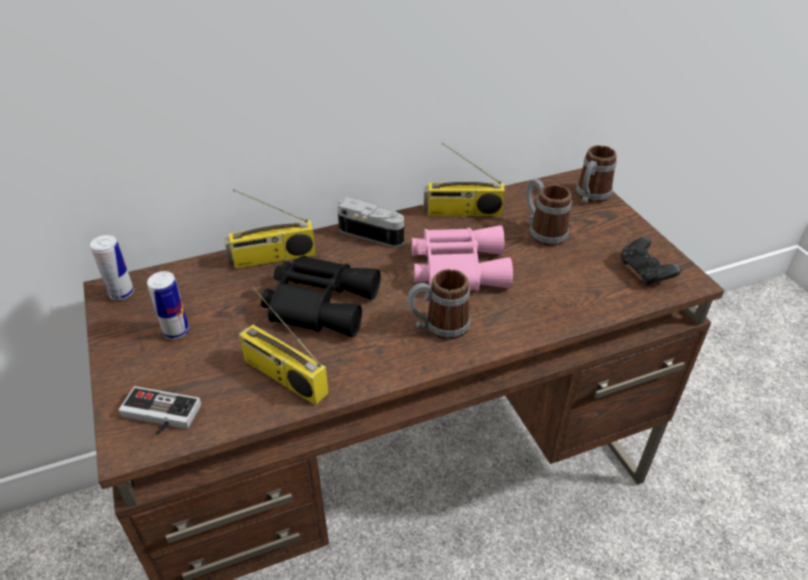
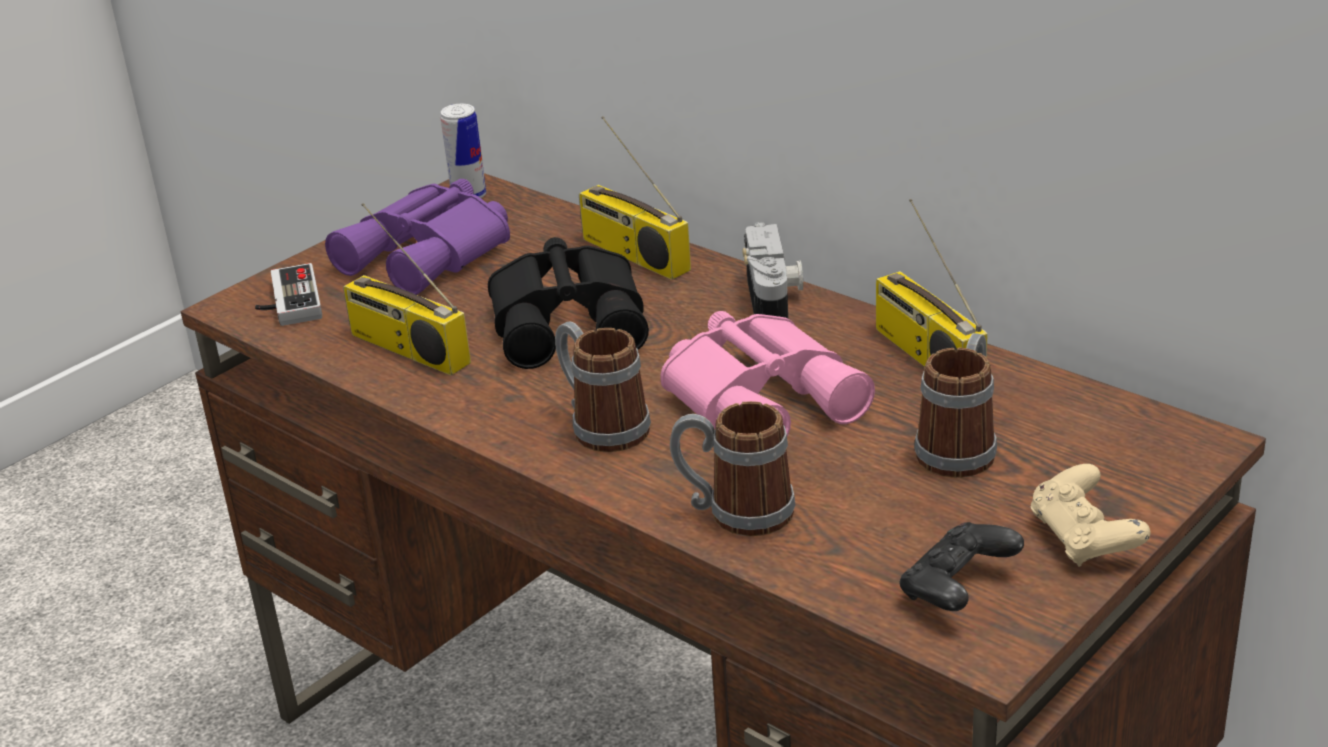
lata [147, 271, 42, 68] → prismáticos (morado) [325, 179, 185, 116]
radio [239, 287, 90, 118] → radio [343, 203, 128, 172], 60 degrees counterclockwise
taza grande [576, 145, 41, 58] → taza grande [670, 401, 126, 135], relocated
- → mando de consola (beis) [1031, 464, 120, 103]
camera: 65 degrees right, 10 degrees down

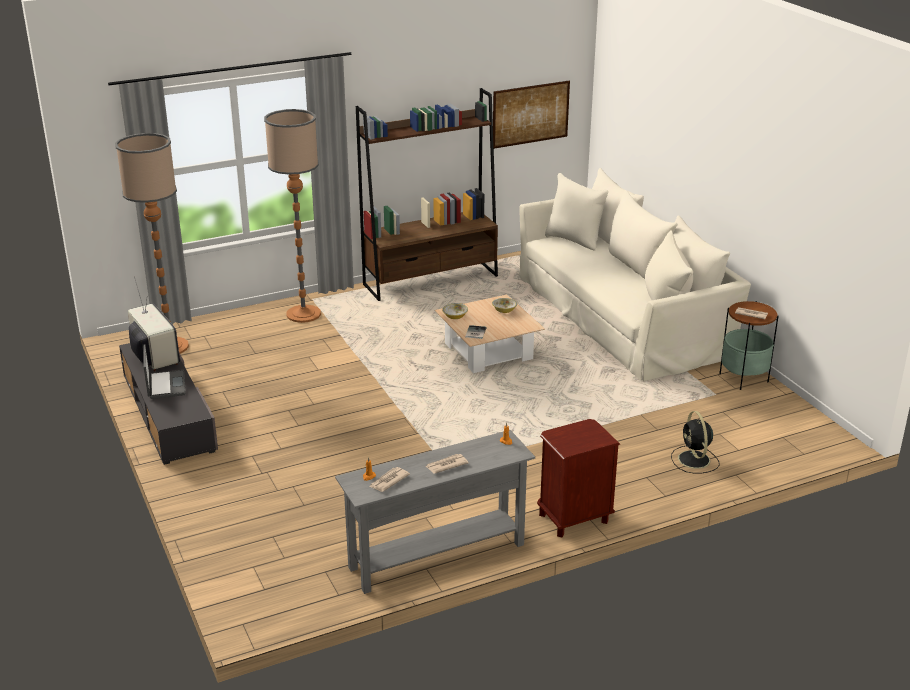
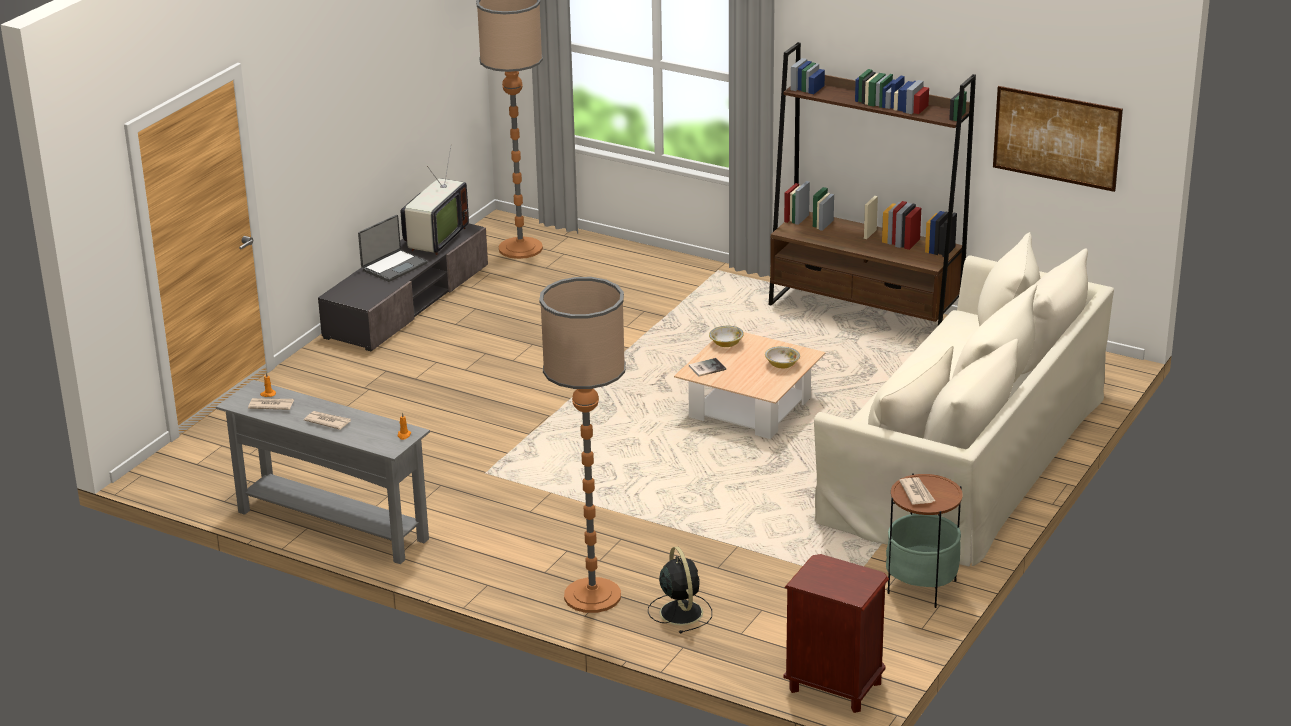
lámpara de pie [264, 109, 57, 214] → lámpara de pie [539, 277, 87, 336], relocated
ventilador (negro) [671, 411, 49, 63] → ventilador (negro) [648, 547, 64, 87], 120 degrees clockwise
mesita de noche (marrón) [537, 419, 83, 119] → mesita de noche (marrón) [783, 554, 106, 159], relocated
camera: 55 degrees right, 0 degrees up

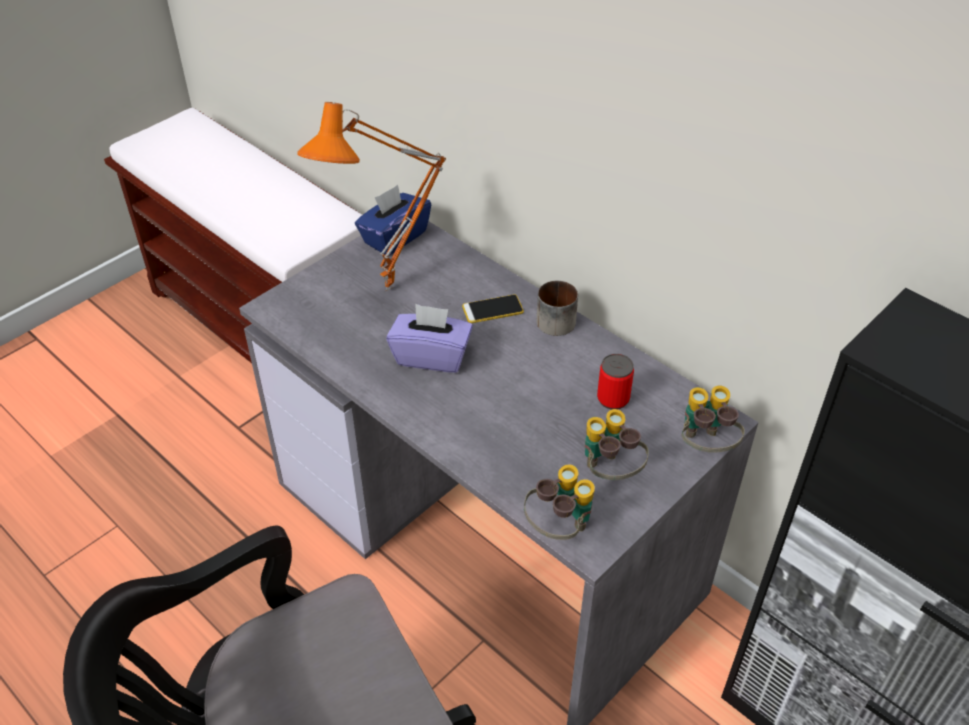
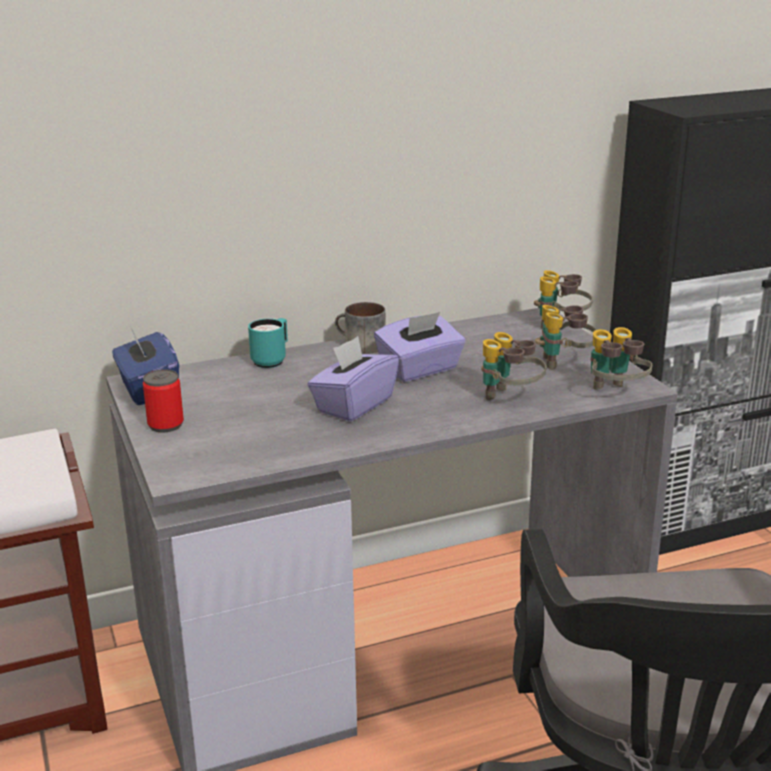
lata [597, 354, 37, 56] → lata [143, 369, 41, 63], relocated
- → taza grande (turquesa) [248, 318, 40, 50]
- → caja de pañuelos (morado) [374, 312, 92, 70]
- → prismáticos [481, 332, 65, 69]
lámpara de mesa (naranja) [297, 102, 149, 189] → -
móvil [462, 295, 62, 28] → -
camera: 65 degrees left, 20 degrees down

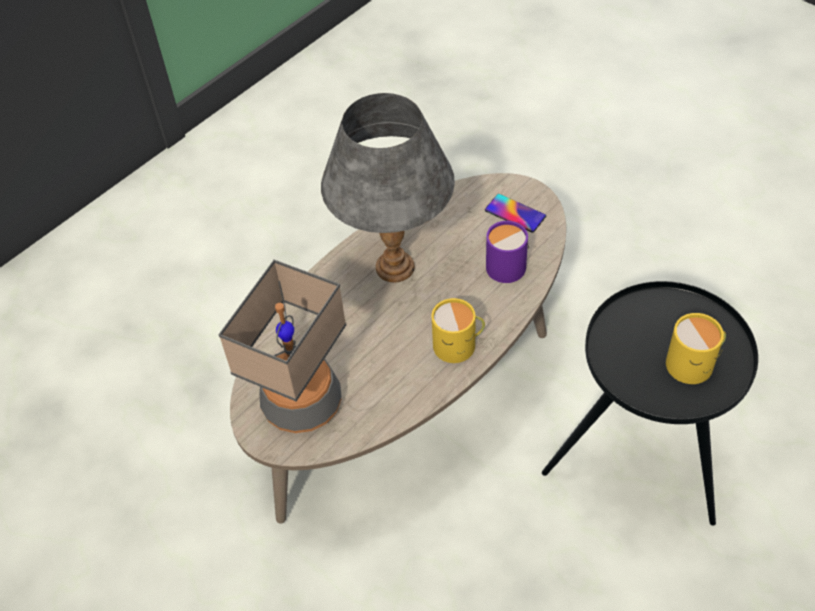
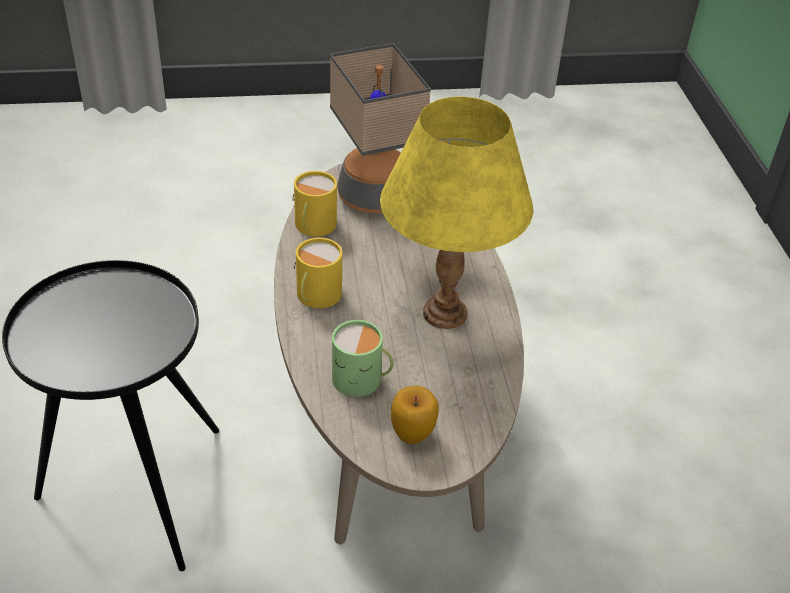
taza grande (amarillo) [666, 313, 60, 71] → taza grande (amarillo) [292, 171, 45, 66], relocated
taza grande (morado) [486, 221, 43, 62] → taza grande (verde) [332, 320, 62, 77]
lámpara de mesa (gris) [321, 93, 134, 190] → lámpara de mesa (amarillo) [380, 97, 153, 232]
móvil [485, 194, 61, 38] → manzana [391, 386, 48, 58]
camera: 125 degrees right, 10 degrees down

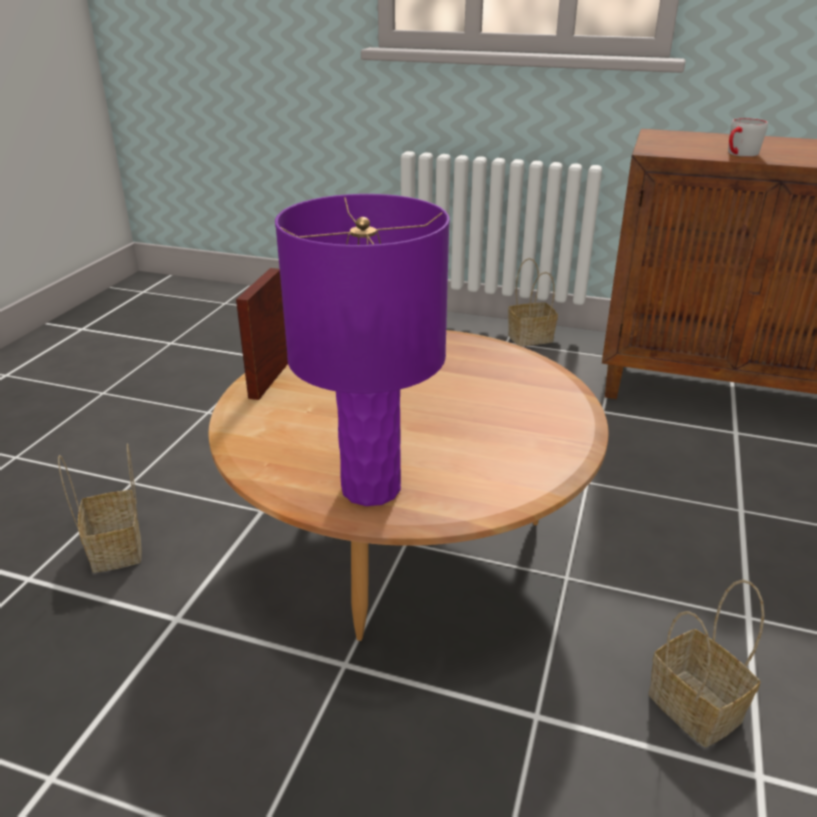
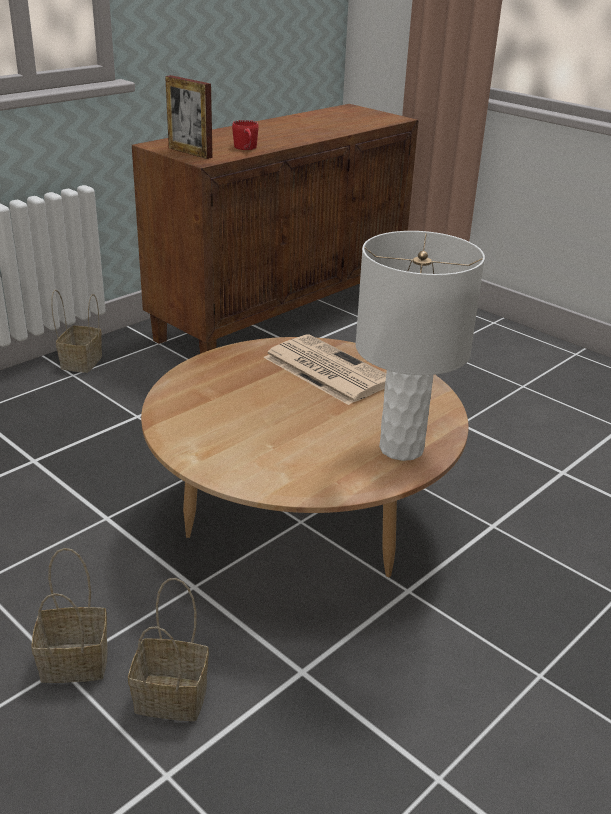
cesta [648, 579, 117, 168] → cesta [31, 548, 77, 135], relocated
portarretratos [236, 268, 52, 132] → portarretratos [165, 75, 48, 84], relocated
taza grande (gris) [728, 118, 40, 39] → taza grande (rojo) [232, 120, 27, 30]
- → periódico [263, 335, 123, 70]
lámpara de mesa (morado) [275, 194, 175, 312] → lámpara de mesa (blanco) [355, 231, 130, 230]
camera: 65 degrees left, 0 degrees up

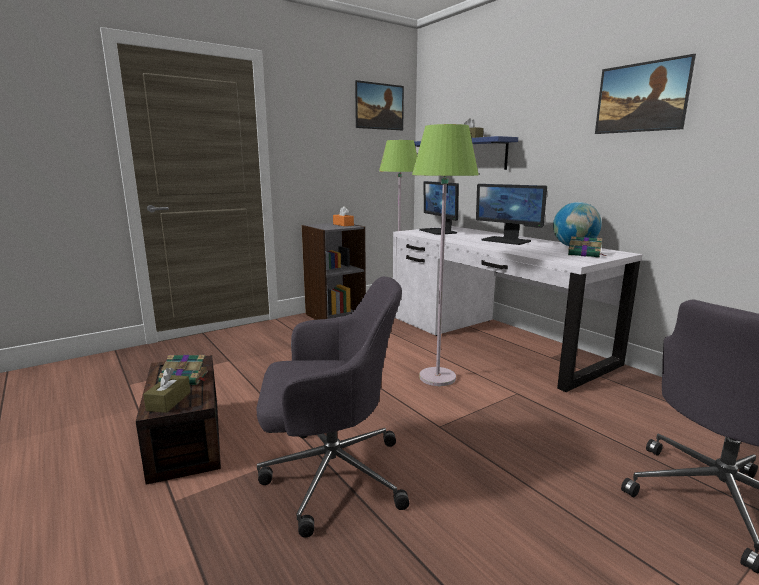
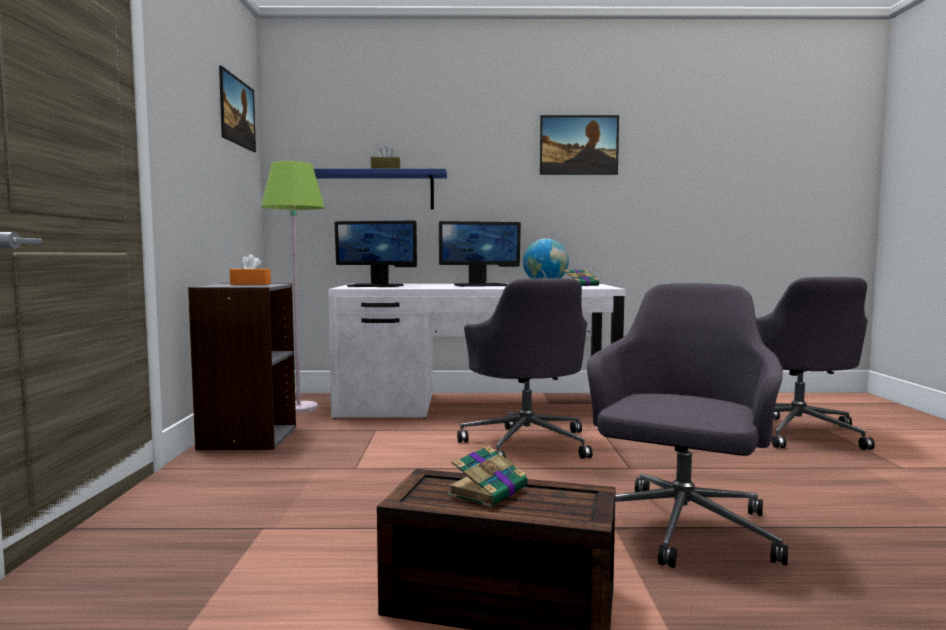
lámpara de pie (verde) [412, 124, 67, 262] → silla de oficina (gris) [457, 278, 136, 181]
caja de pañuelos (marrón) [143, 368, 48, 45] → -
camera: 55 degrees left, 10 degrees down

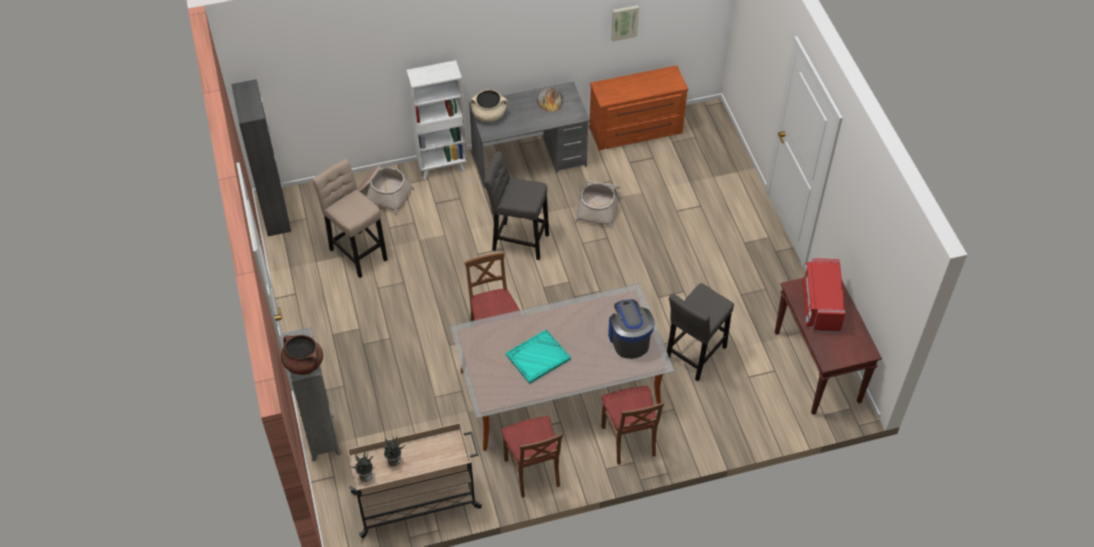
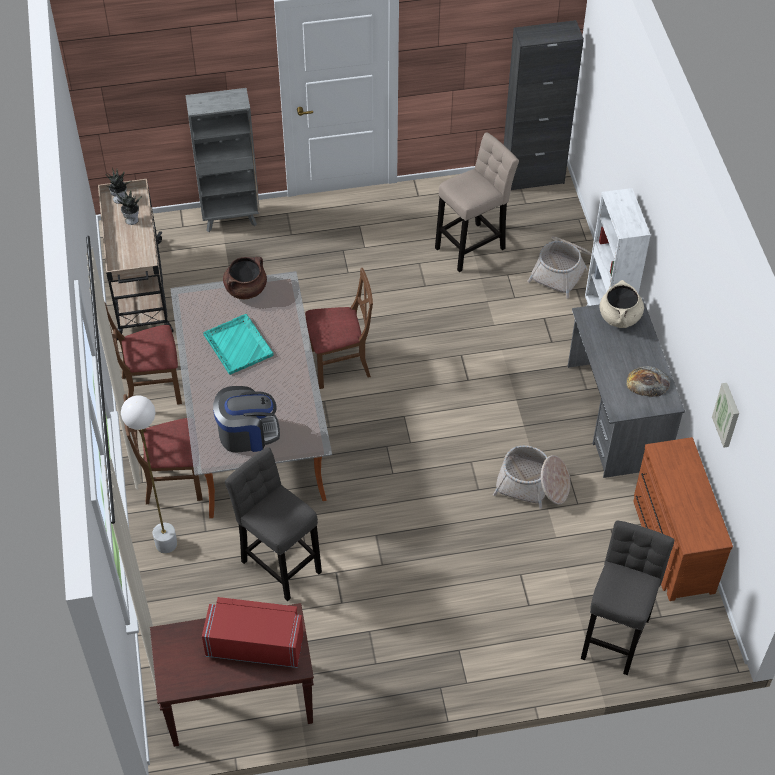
- → lámpara de pie (blanco) [121, 395, 56, 158]
olla (marrón) [281, 335, 42, 40] → olla (marrón) [223, 257, 44, 42], relocated
taburete (gris) [484, 151, 65, 109] → taburete (gris) [581, 520, 93, 155], relocated
camera: 95 degrees right, 0 degrees up

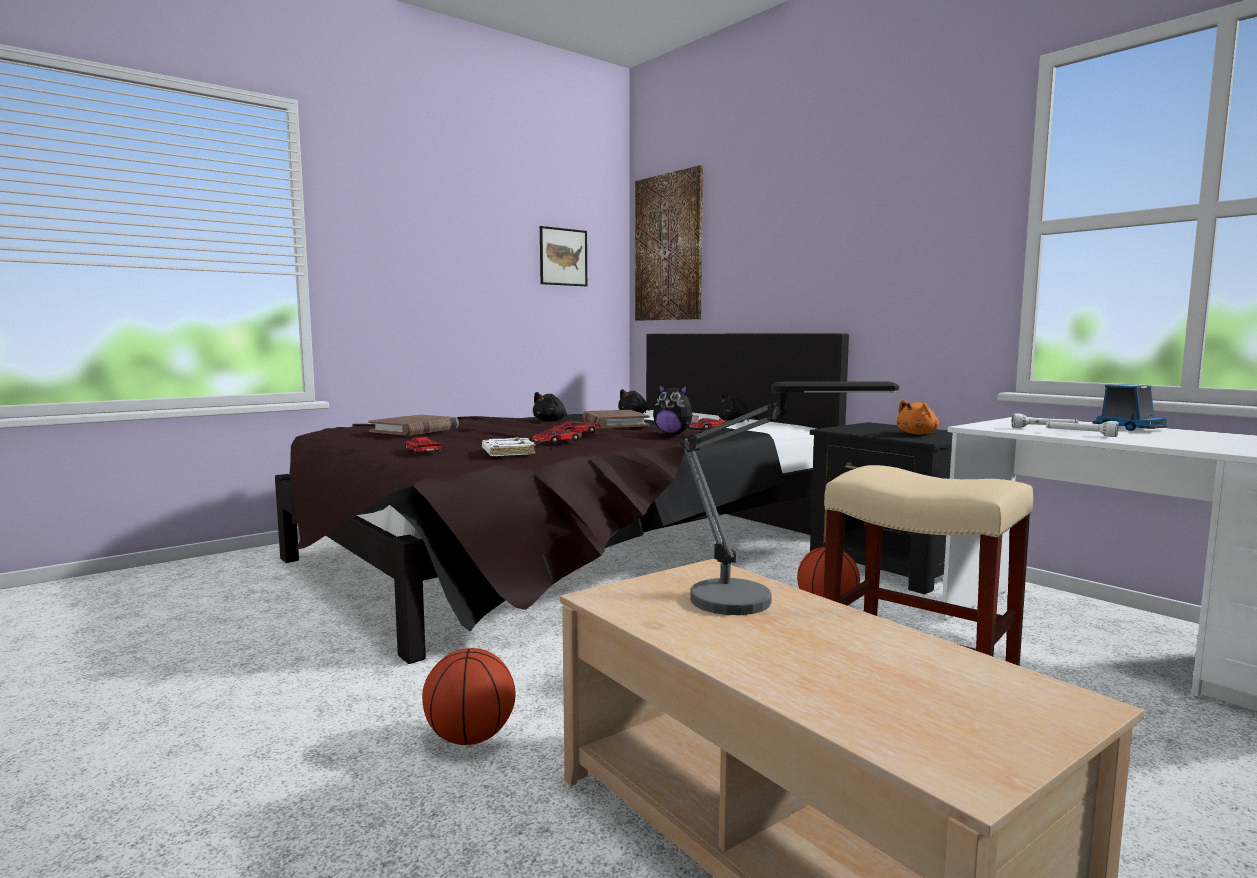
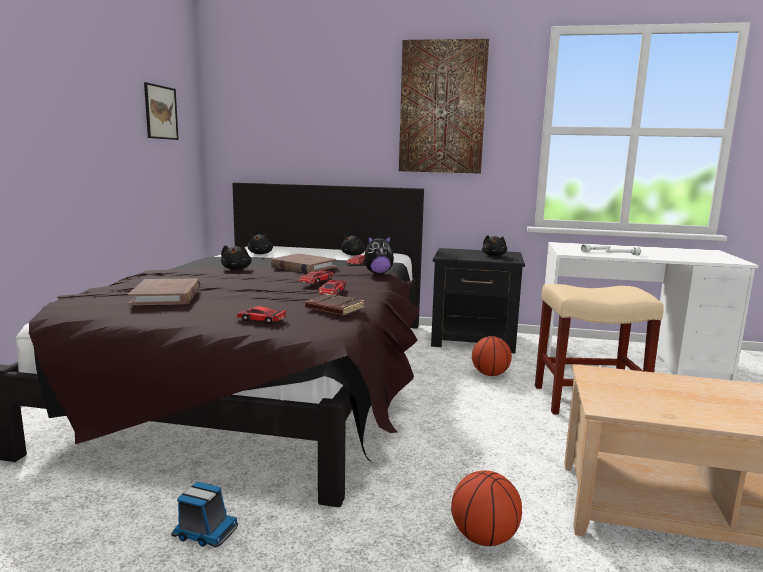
camión de juguete [1092, 384, 75, 47] → camión de juguete [171, 482, 67, 66], relocated
libro (blanco) [482, 437, 54, 19] → libro (marrón) [305, 294, 60, 22]
cuadro [635, 165, 68, 156] → cuadro [399, 39, 90, 135], relocated
peluche (naranja) [896, 400, 43, 34] → peluche (negro) [482, 235, 25, 21]
lámpara de mesa [679, 381, 220, 234] → -
camera: 40 degrees left, 5 degrees up

